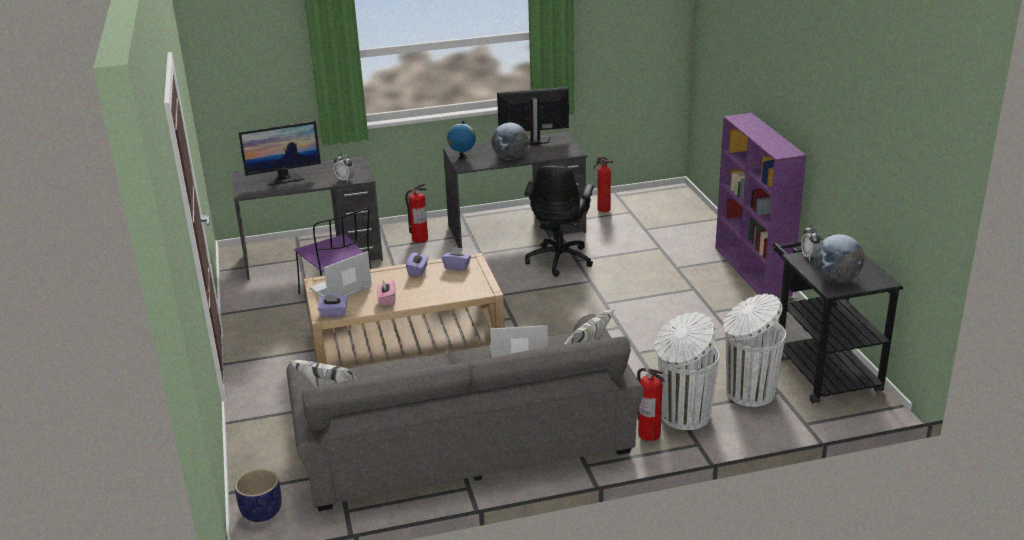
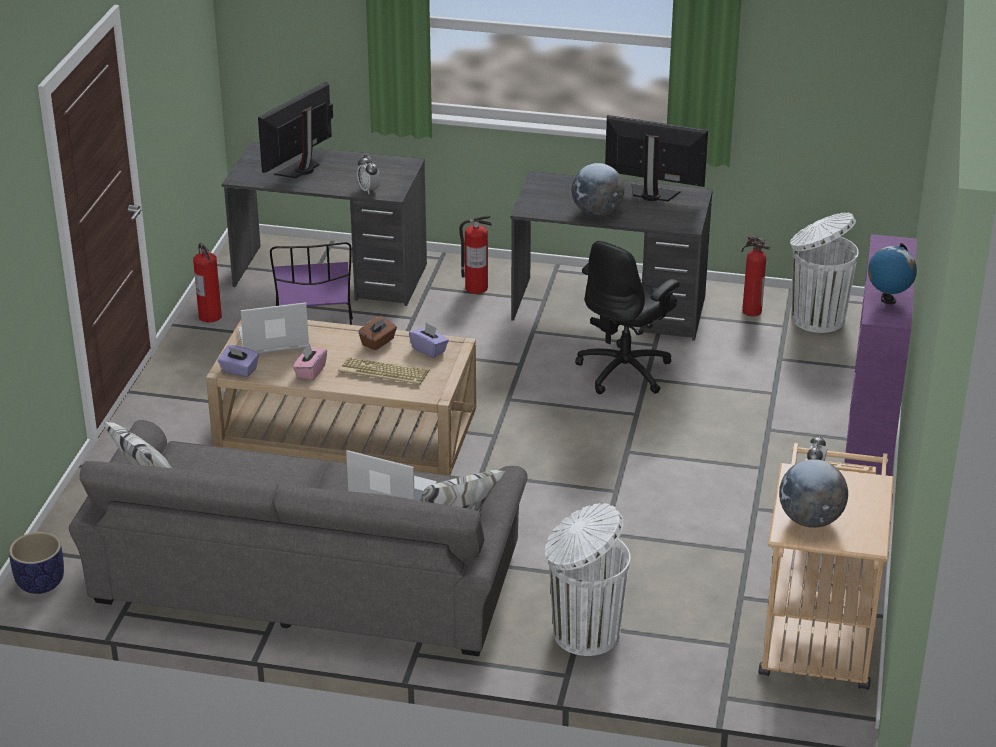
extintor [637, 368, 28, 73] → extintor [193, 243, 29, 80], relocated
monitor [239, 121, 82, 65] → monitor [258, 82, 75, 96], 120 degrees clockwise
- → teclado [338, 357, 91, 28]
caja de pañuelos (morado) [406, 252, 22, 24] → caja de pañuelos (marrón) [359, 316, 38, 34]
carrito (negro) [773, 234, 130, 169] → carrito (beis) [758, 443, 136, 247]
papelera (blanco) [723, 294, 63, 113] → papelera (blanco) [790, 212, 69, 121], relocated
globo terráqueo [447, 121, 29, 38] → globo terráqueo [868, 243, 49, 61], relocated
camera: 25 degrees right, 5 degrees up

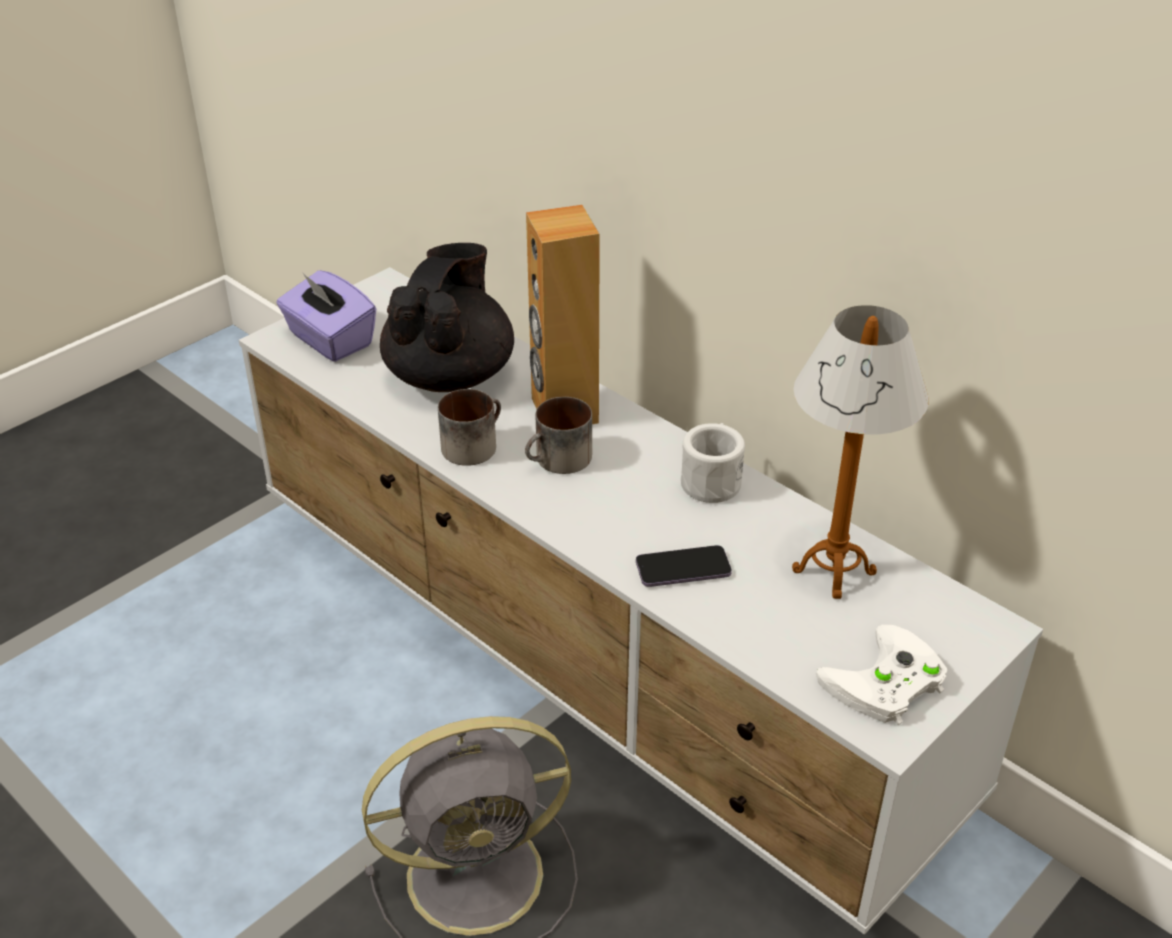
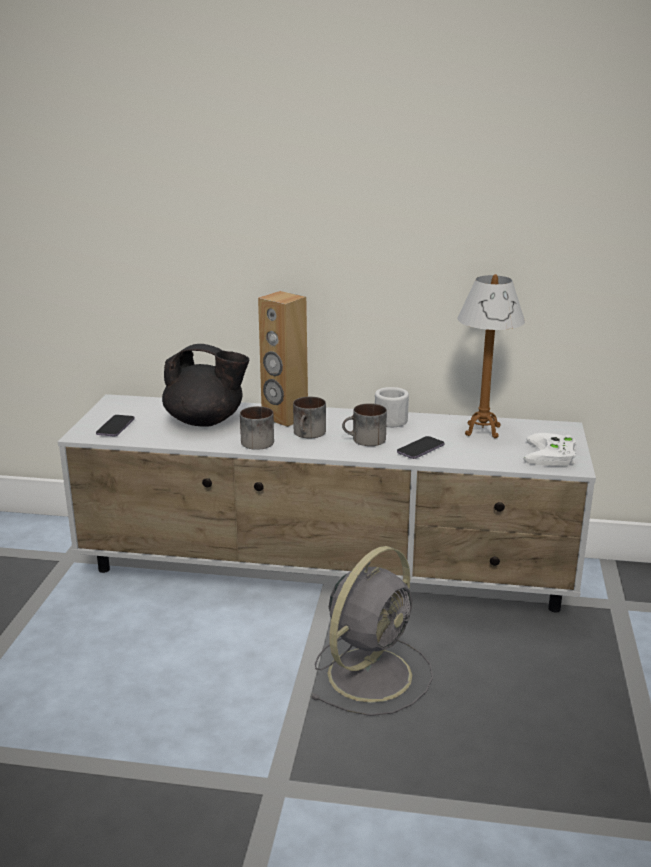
caja de pañuelos (morado) [276, 270, 100, 92] → móvil [96, 415, 39, 21]
tetera (negro) [380, 243, 134, 149] → tetera (negro) [162, 344, 87, 83], 120 degrees clockwise
- → taza grande [342, 403, 45, 43]
camera: 35 degrees left, 15 degrees down

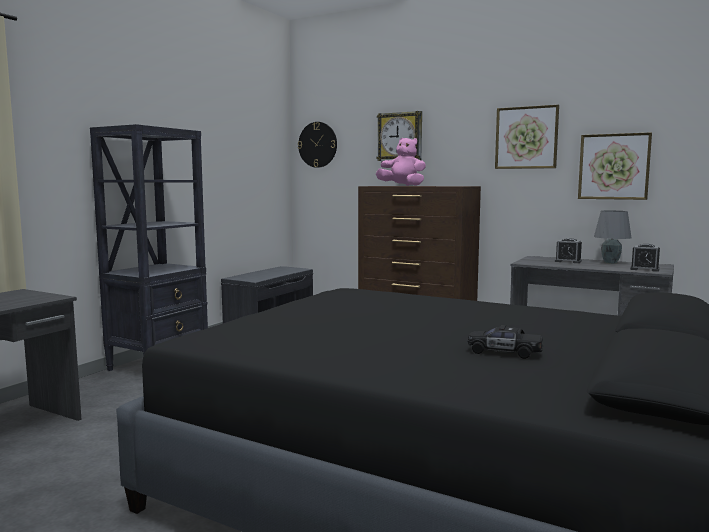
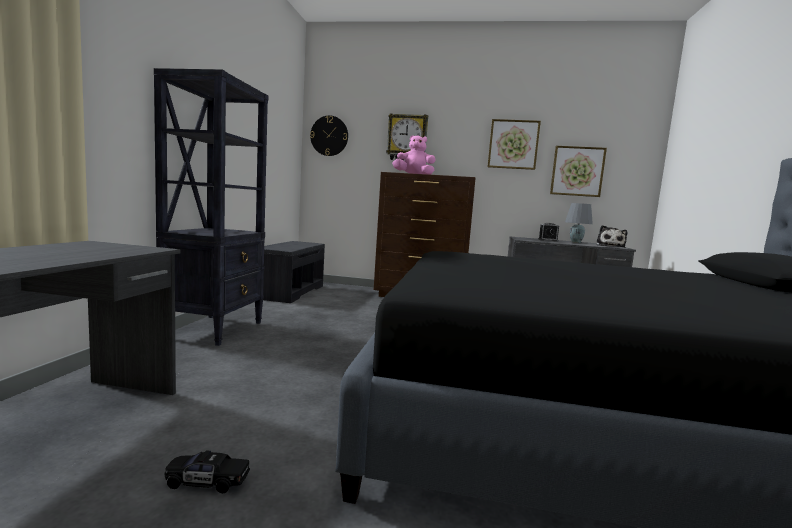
coche de juguete (negro) [467, 325, 76, 34] → coche de juguete (negro) [165, 450, 85, 43], relocated
despertador [630, 244, 30, 28] → peluche [596, 225, 31, 22]
camera: 20 degrees left, 0 degrees up

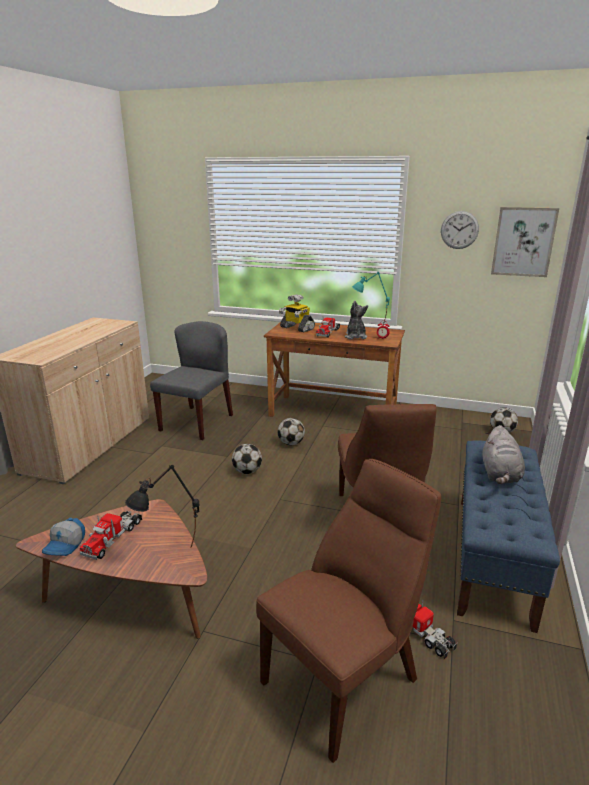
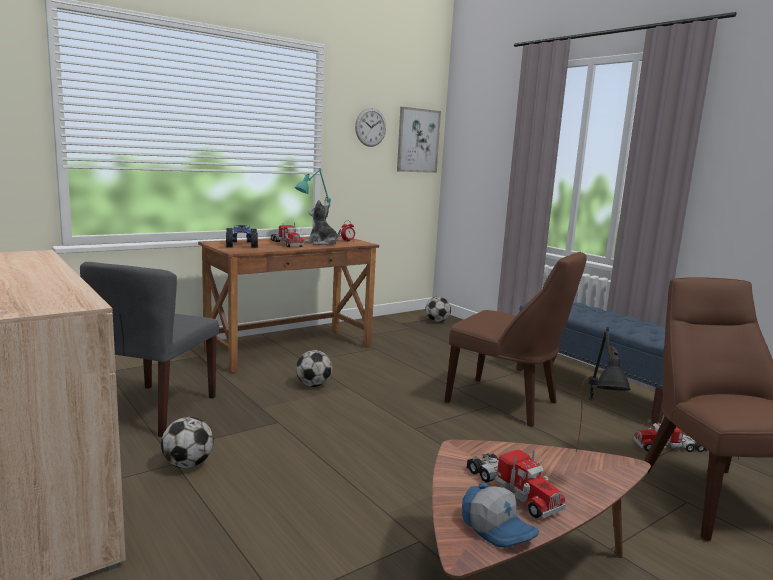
silla (gris) [150, 321, 83, 119] → silla (gris) [80, 262, 139, 175], 135 degrees counterclockwise
balón de fútbol [232, 444, 30, 30] → balón de fútbol [161, 417, 53, 51], relocated
robot de juguete [279, 294, 36, 39] → coche de juguete [226, 225, 32, 23]
peluche (gris) [483, 425, 42, 59] → -
camera: 55 degrees left, 10 degrees down

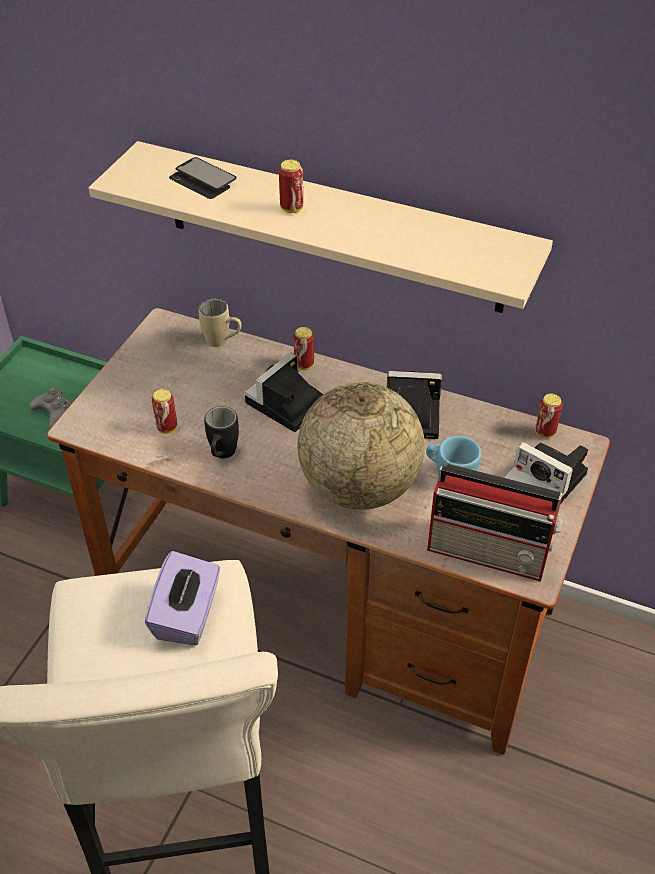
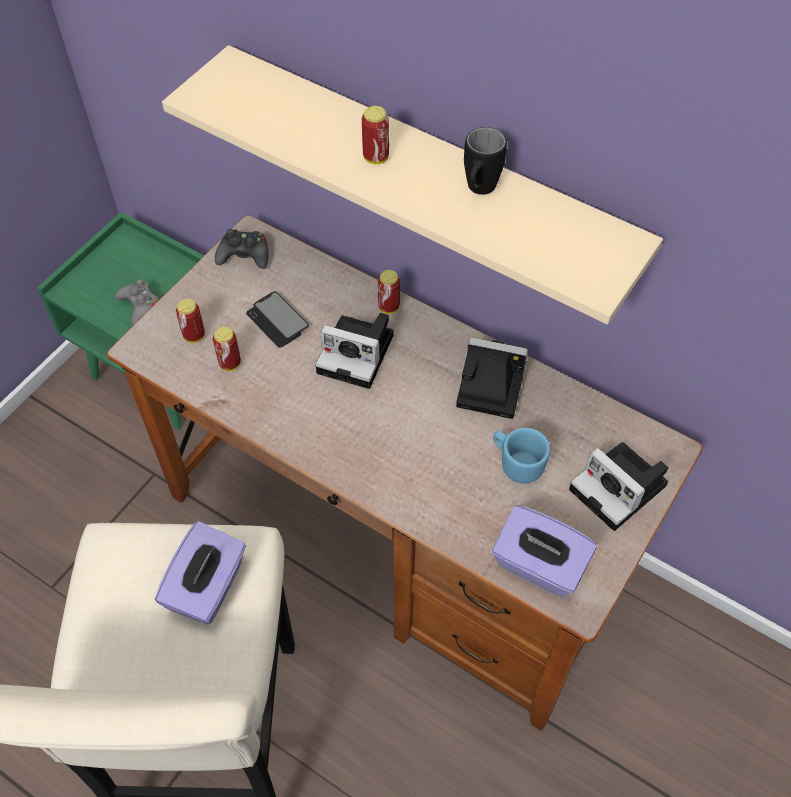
lata [535, 394, 27, 44] → lata [176, 299, 29, 44], relocated
- → mando de consola (negro) [215, 229, 53, 40]
móvil [169, 157, 68, 42] → móvil [246, 291, 63, 57], relocated
cámara [244, 353, 79, 79] → cámara [315, 313, 78, 76], 120 degrees counterclockwise
taza grande (negro) [204, 406, 35, 52] → taza grande (negro) [464, 127, 43, 68], relocated
radio [427, 464, 136, 118] → caja de pañuelos (morado) [492, 505, 105, 92]
taza grande (beis) [198, 299, 43, 48] → -
globo terráqueo [297, 382, 128, 128] → -
camera: 10 degrees right, 10 degrees up

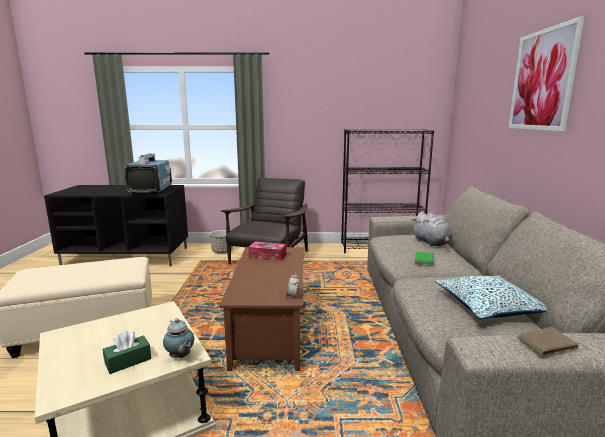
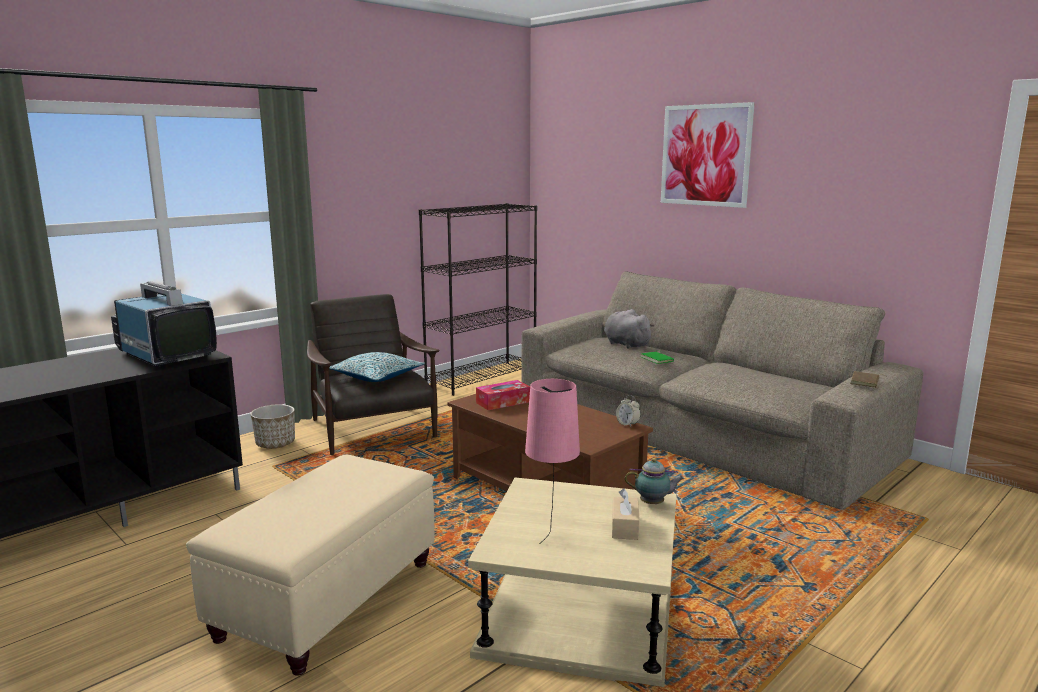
cojín [435, 276, 112, 43] → cojín [329, 352, 96, 30], relocated
- → lámpara de mesa (rosa) [525, 379, 55, 165]
peluche (gris) [413, 212, 39, 35] → peluche (gris) [604, 309, 50, 39], 150 degrees counterclockwise
caja de pañuelos (verde) [103, 330, 48, 44] → caja de pañuelos (beis) [612, 489, 28, 51]
camera: 45 degrees left, 0 degrees up

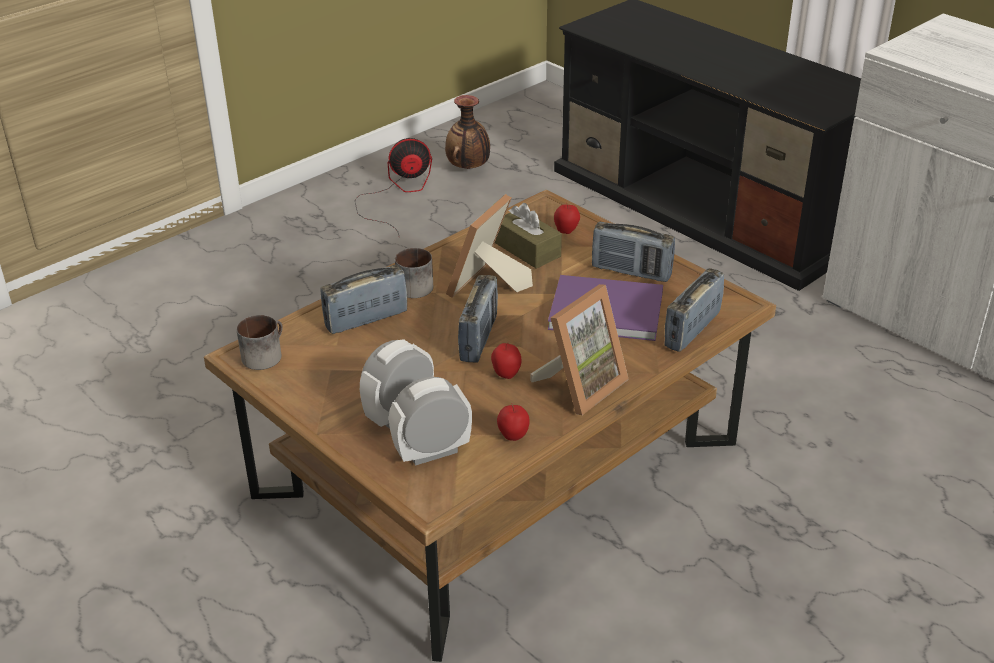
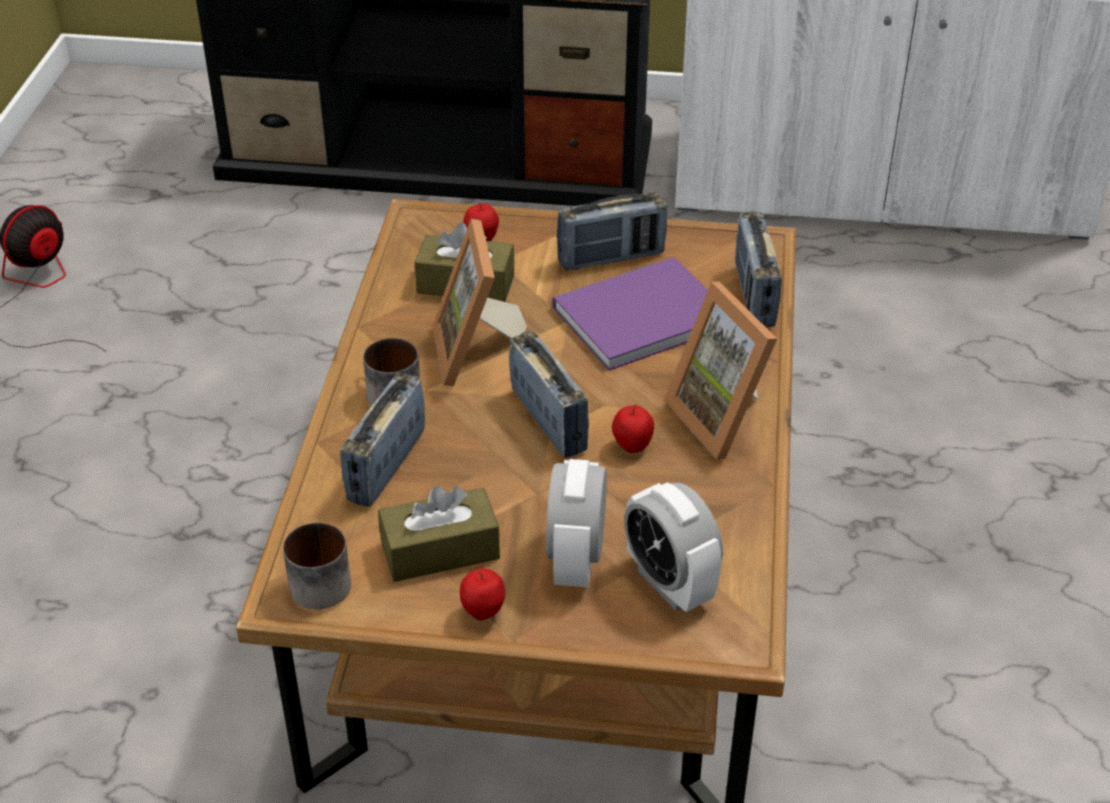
- → caja de pañuelos (marrón) [378, 486, 122, 96]
manzana [497, 403, 33, 38] → manzana [460, 568, 45, 52], relocated
despertador [389, 377, 83, 89] → despertador [624, 483, 99, 129], 60 degrees counterclockwise
portarretratos [530, 284, 99, 131] → portarretratos [664, 282, 113, 178], 150 degrees clockwise
florero [445, 95, 45, 74] → -
camera: 40 degrees left, 5 degrees up

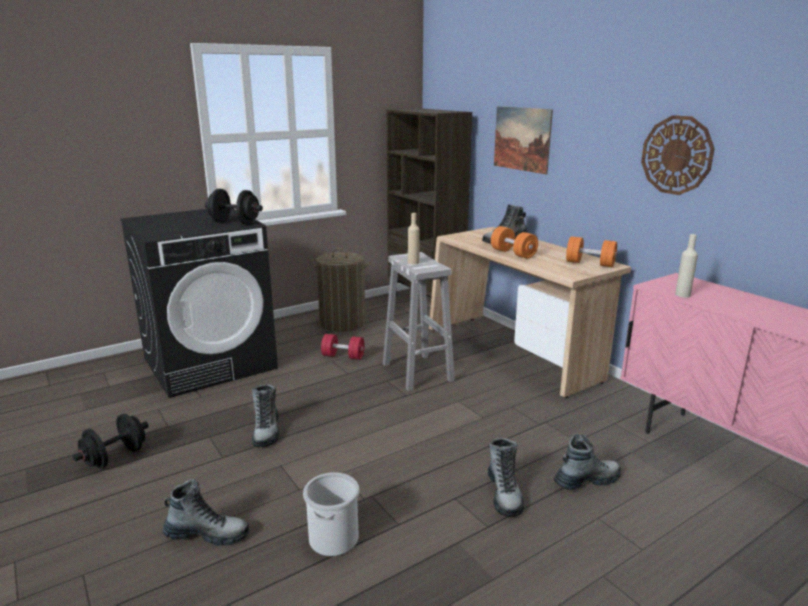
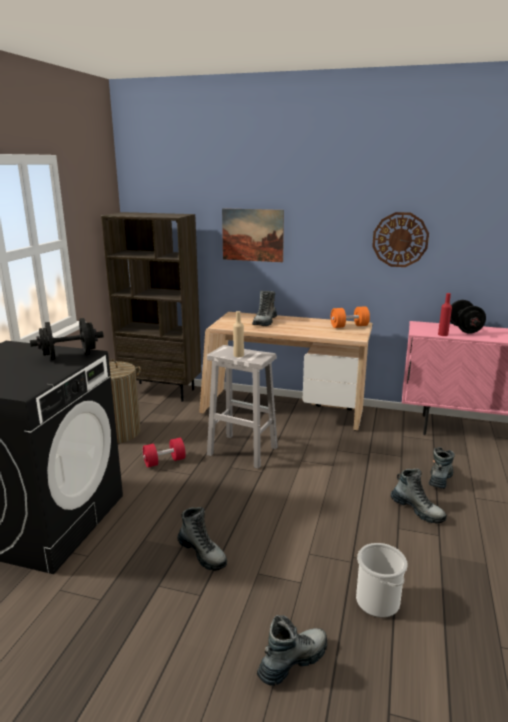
botella (beis) [675, 234, 23, 64] → botella (rojo) [438, 293, 14, 43]
mancuerna (negro) [73, 414, 76, 55] → mancuerna (negro) [450, 300, 36, 34], relocated
mancuerna (naranja) [491, 226, 47, 33] → -
camera: 40 degrees left, 0 degrees up

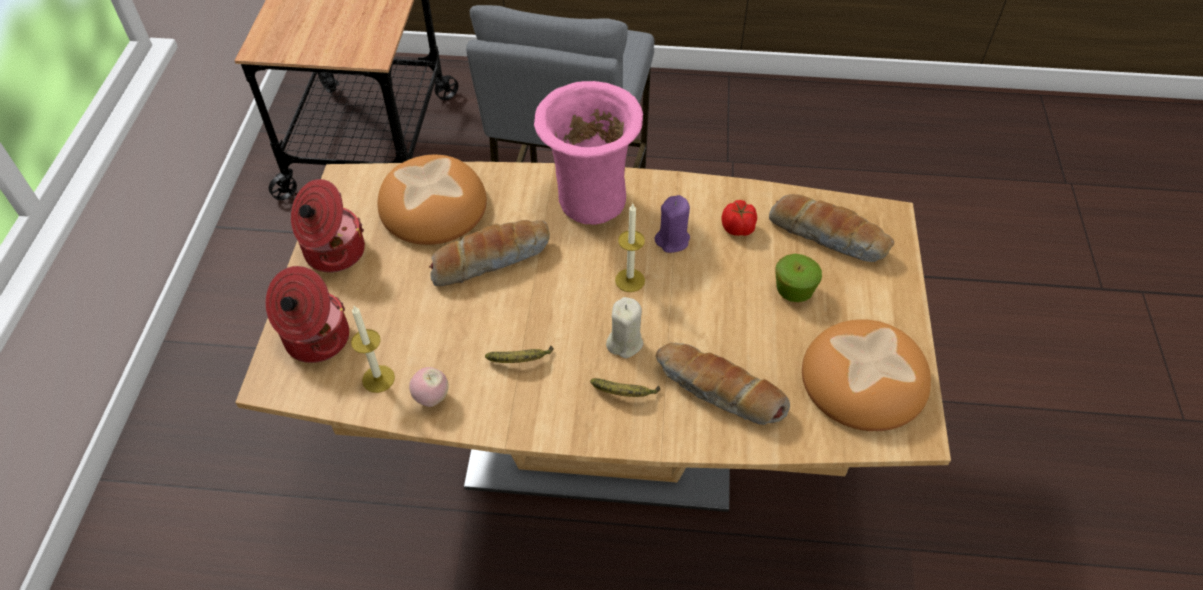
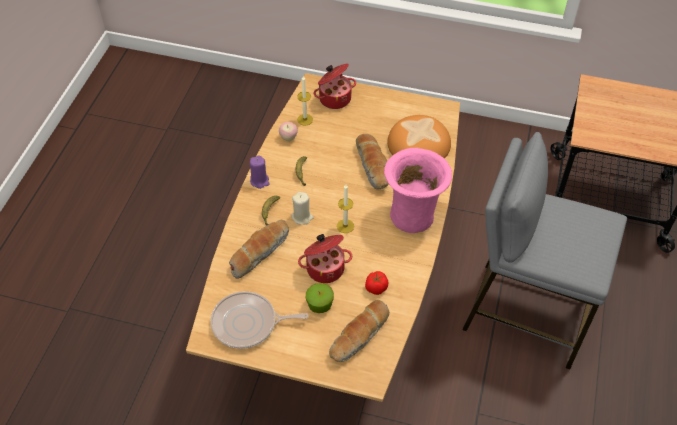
pan [802, 319, 129, 112] → sartén [211, 291, 98, 58]
vela (morado) [654, 195, 36, 58] → vela (morado) [250, 155, 20, 34], relocated
olla [291, 179, 74, 94] → olla [298, 234, 54, 49], relocated
camera: 100 degrees right, 0 degrees up

